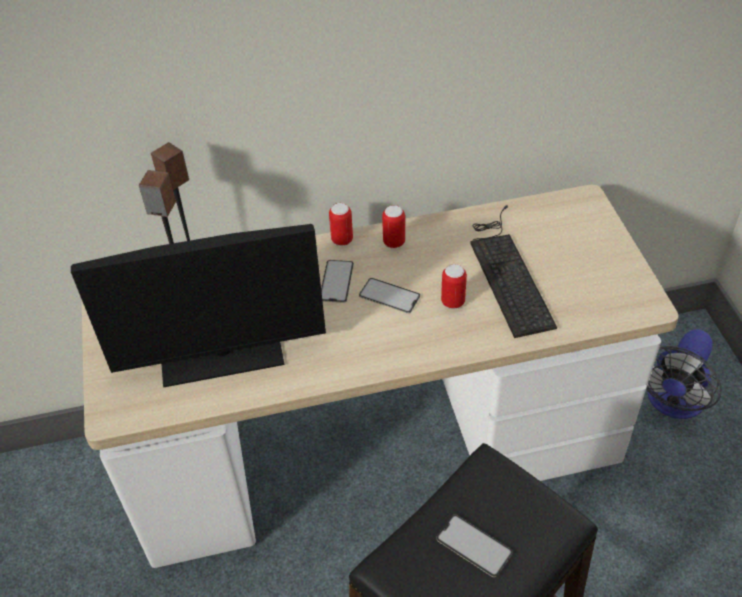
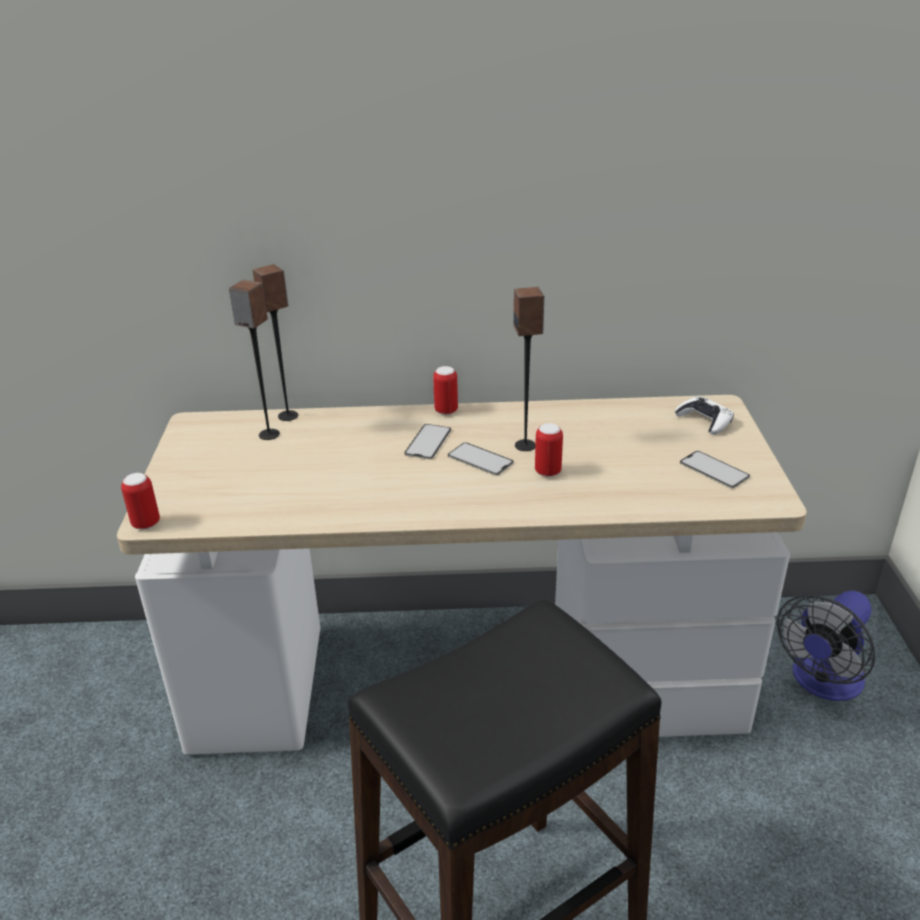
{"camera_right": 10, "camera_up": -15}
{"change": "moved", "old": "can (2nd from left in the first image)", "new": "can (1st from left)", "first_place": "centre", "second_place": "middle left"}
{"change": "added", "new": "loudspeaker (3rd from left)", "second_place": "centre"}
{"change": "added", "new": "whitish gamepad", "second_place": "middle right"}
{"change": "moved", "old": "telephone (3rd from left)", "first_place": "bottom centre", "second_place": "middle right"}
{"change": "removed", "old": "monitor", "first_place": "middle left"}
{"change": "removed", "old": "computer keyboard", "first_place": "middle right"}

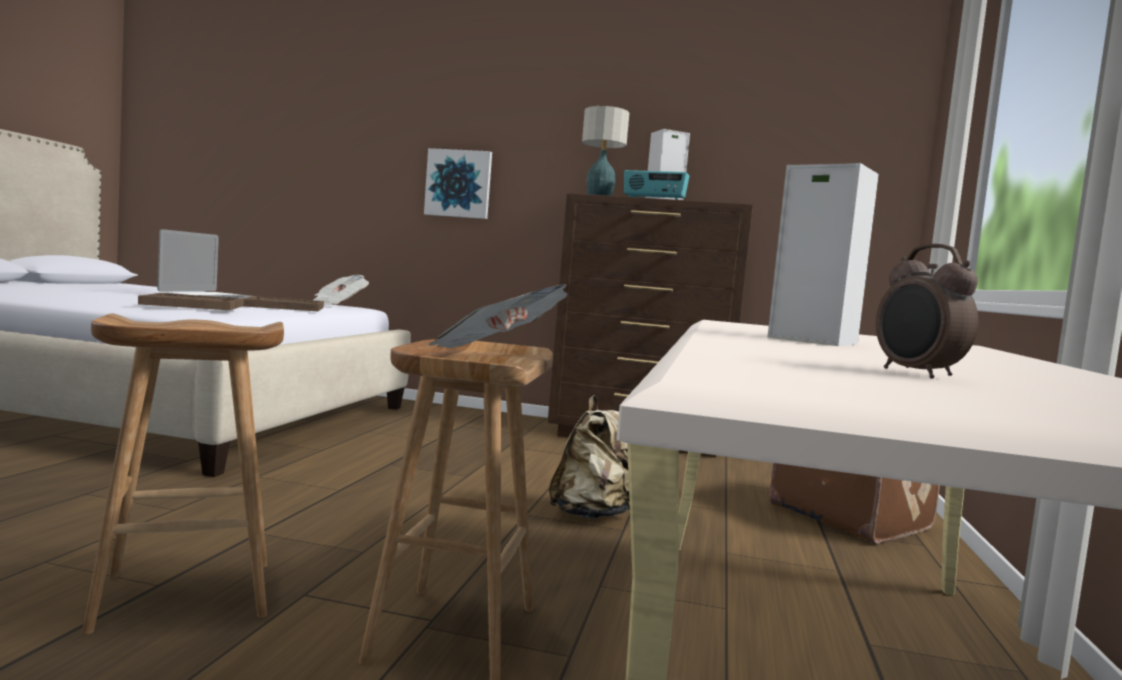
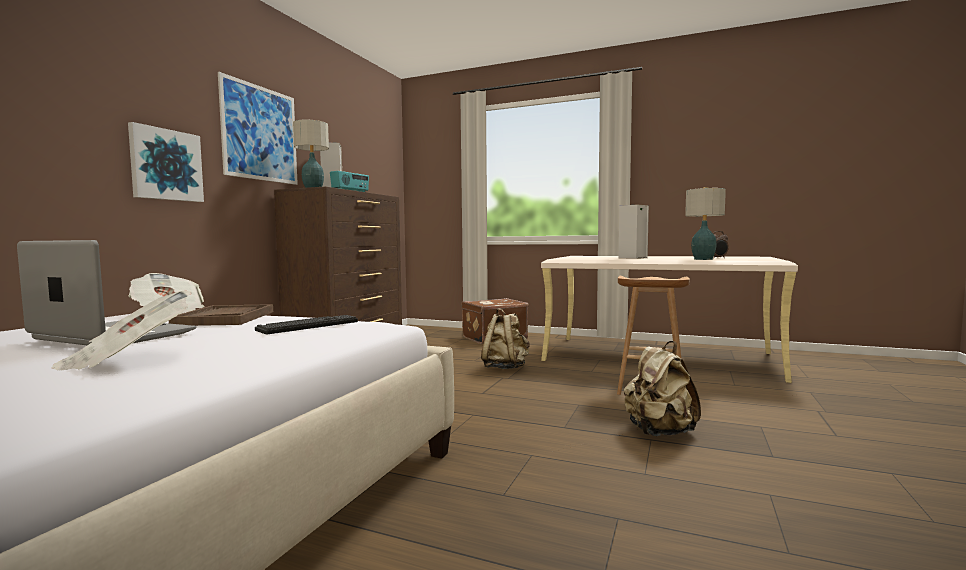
{"camera_right": -80, "camera_up": 0}
{"change": "moved", "old": "newspaper (2nd from left in the first image)", "new": "newspaper (1st from left)", "first_place": "centre", "second_place": "middle left"}
{"change": "added", "new": "wall picture (2nd from left)", "second_place": "top left"}
{"change": "replaced", "old": "brown-coloured serving tray (1st from left)", "new": "computer keyboard", "first_place": "middle left", "second_place": "middle left"}
{"change": "replaced", "old": "brown-coloured sitting stool (1st from left)", "new": "beige-coloured backpack (2nd from left)", "first_place": "bottom left", "second_place": "bottom right"}
{"change": "added", "new": "tabletop lamp (2nd from left)", "second_place": "middle right"}

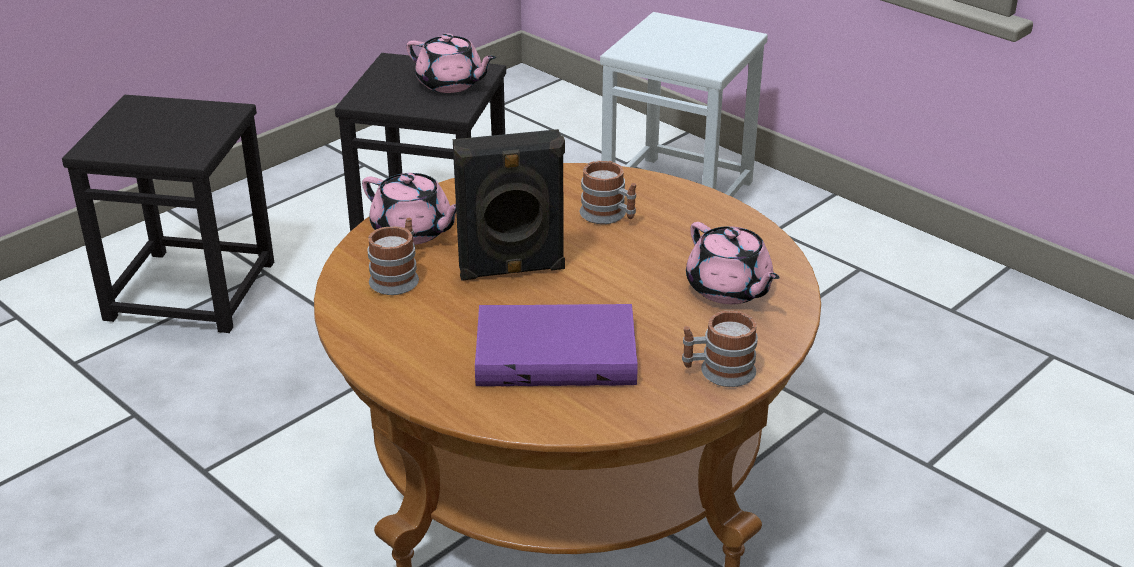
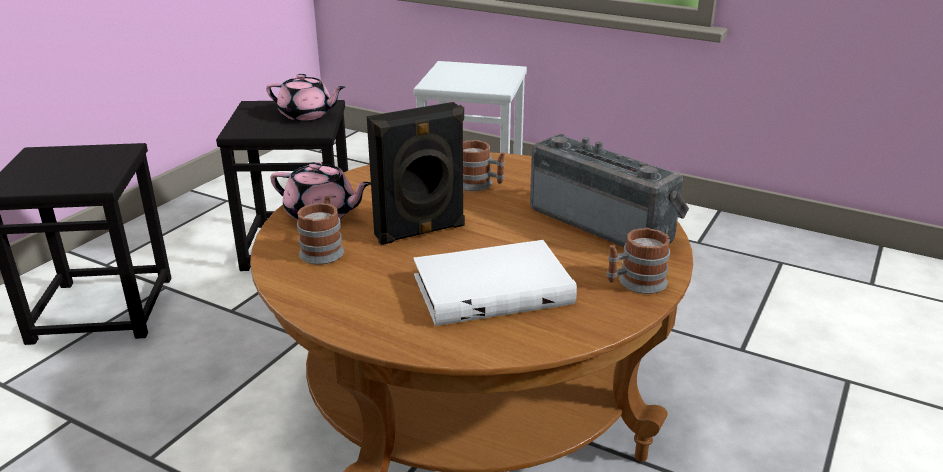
{"camera_right": -15, "camera_up": -5}
{"change": "recoloured", "old": "purple volume", "new": "whitish volume", "first_place": "centre", "second_place": "centre"}
{"change": "replaced", "old": "pinkish teapot (3rd from left)", "new": "radio", "first_place": "centre", "second_place": "centre"}

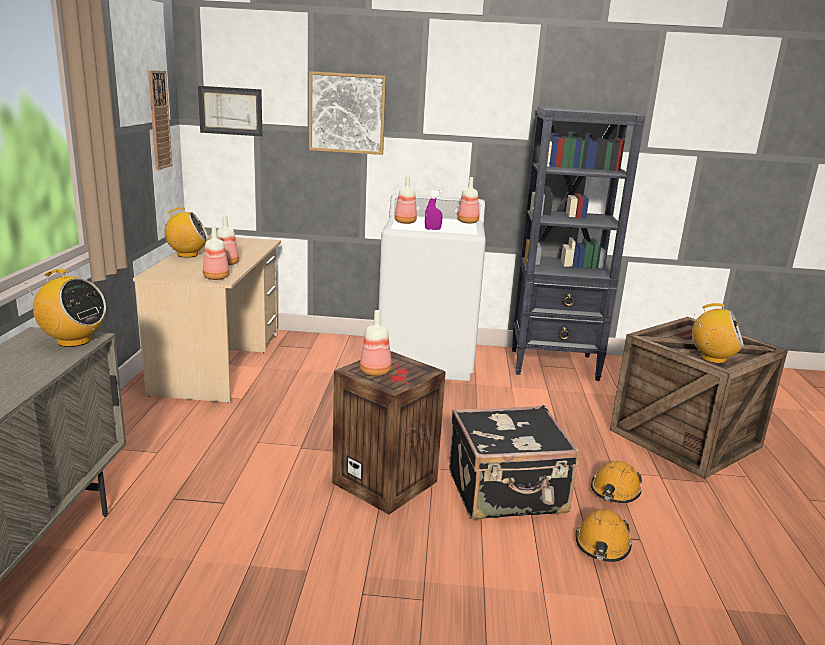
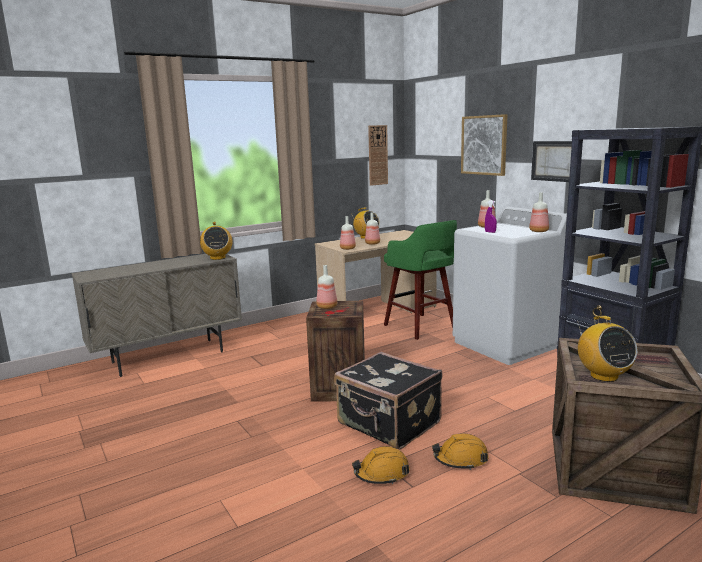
{"camera_right": 55, "camera_up": -5}
{"change": "added", "new": "greenish sitting stool", "second_place": "centre"}
{"change": "moved", "old": "wall picture (1st from left in the first image)", "new": "wall picture (2nd from left)", "first_place": "top left", "second_place": "top right"}

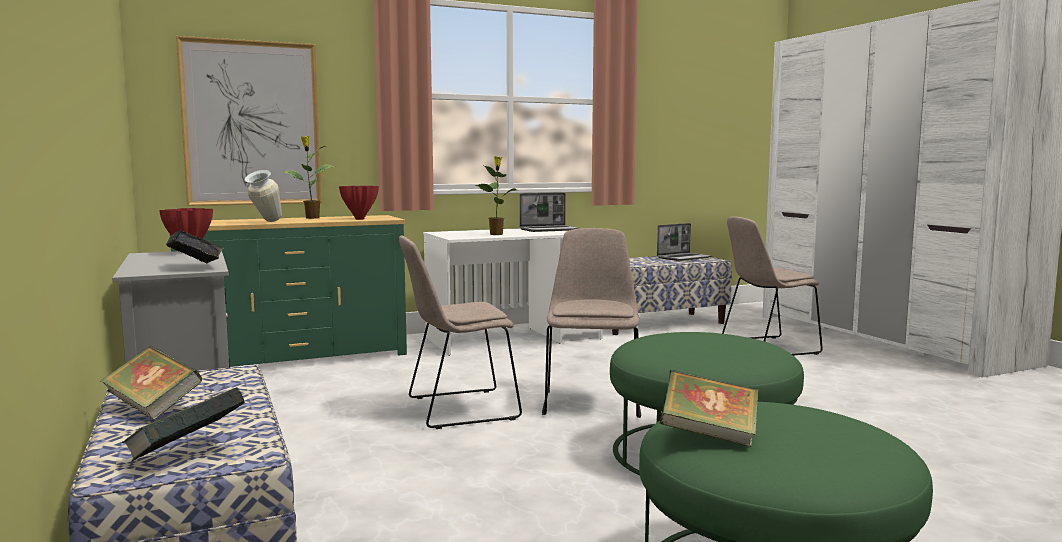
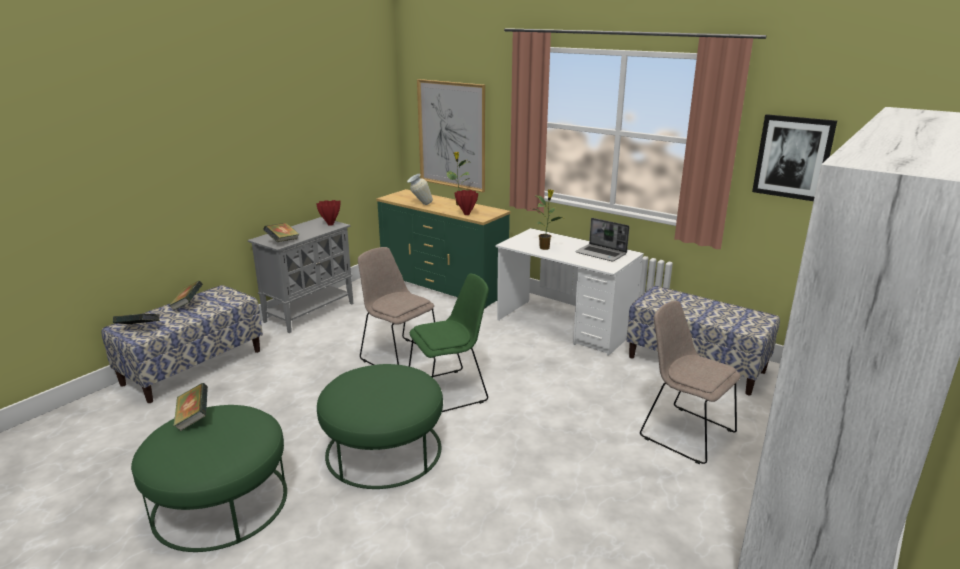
{"camera_right": 60, "camera_up": 15}
{"change": "recoloured", "old": "beige-coloured plain chair (2nd from left)", "new": "greenish plain chair", "first_place": "centre", "second_place": "centre"}
{"change": "added", "new": "wall picture (2nd from left)", "second_place": "top right"}
{"change": "removed", "old": "portable computer (2nd from left)", "first_place": "centre"}

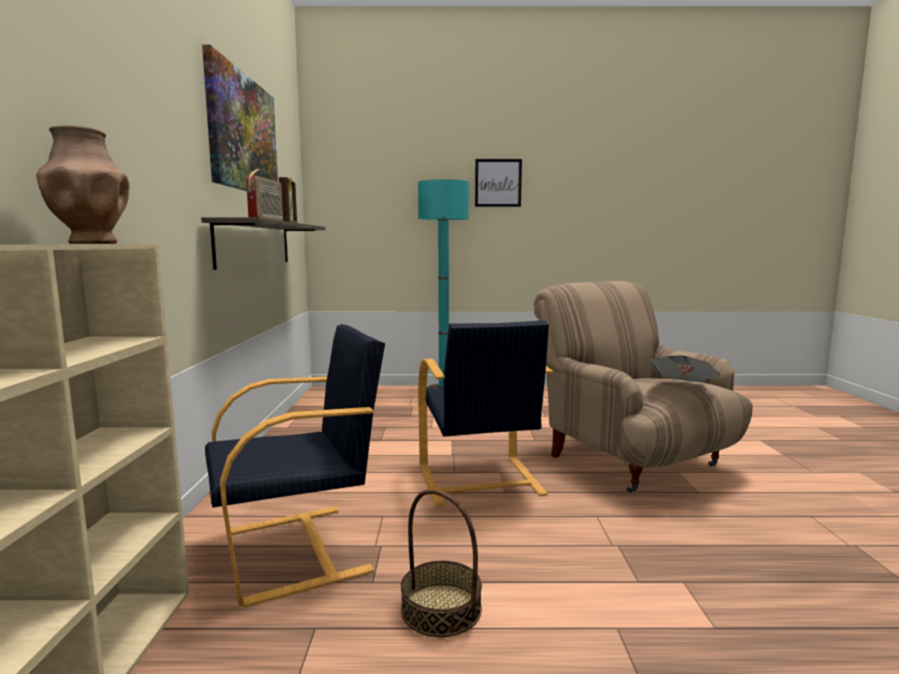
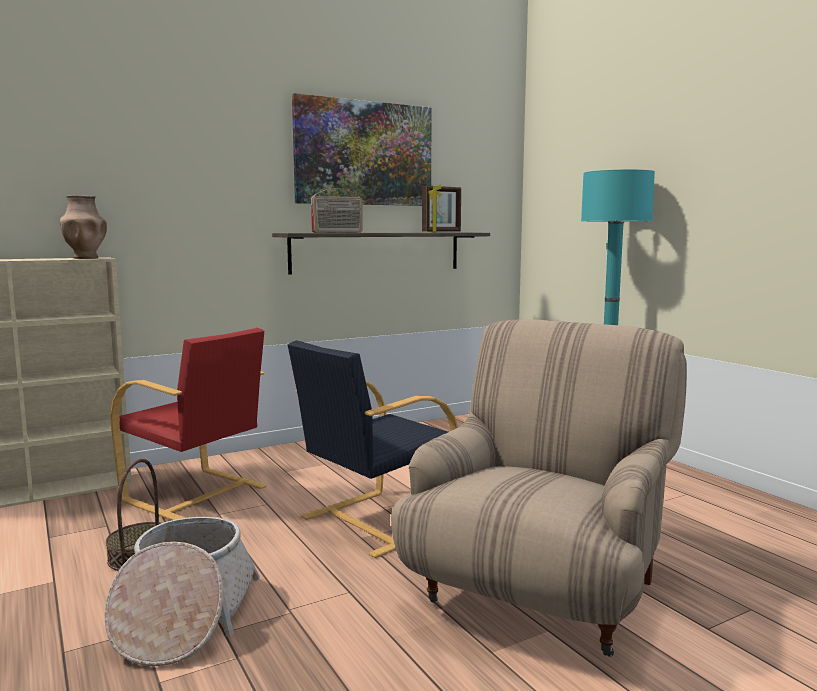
{"camera_right": 60, "camera_up": 0}
{"change": "added", "new": "household basket (2nd from left)", "second_place": "bottom left"}
{"change": "recoloured", "old": "blackish easy chair (1st from left)", "new": "reddish easy chair", "first_place": "bottom left", "second_place": "middle left"}
{"change": "removed", "old": "wall picture (2nd from left)", "first_place": "top centre"}
{"change": "removed", "old": "newspaper", "first_place": "middle right"}

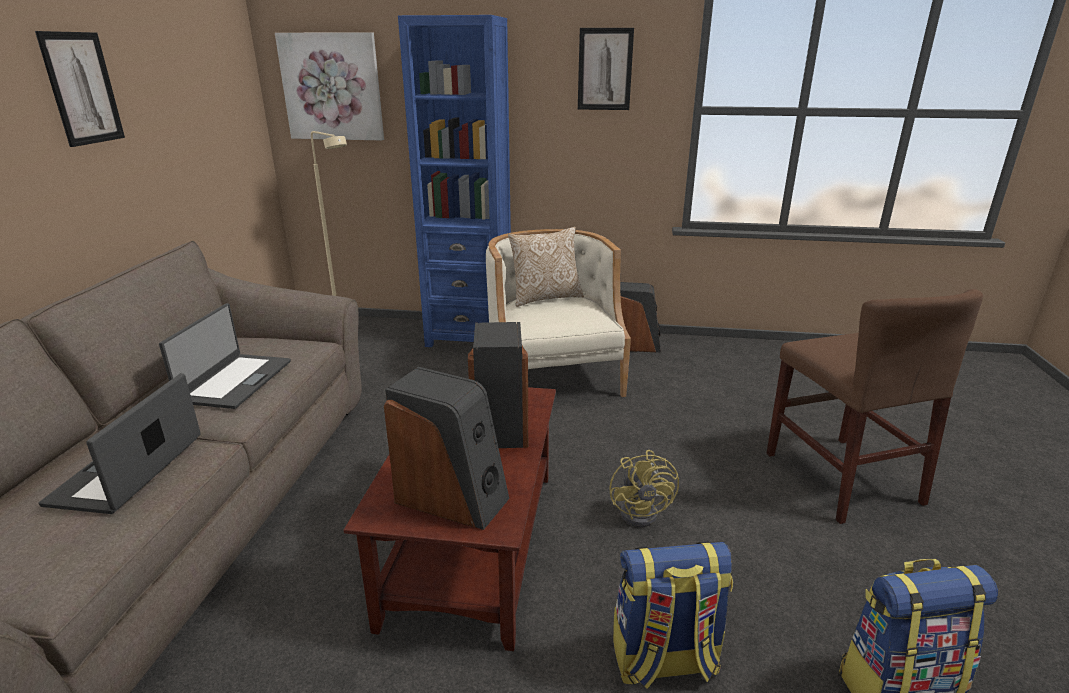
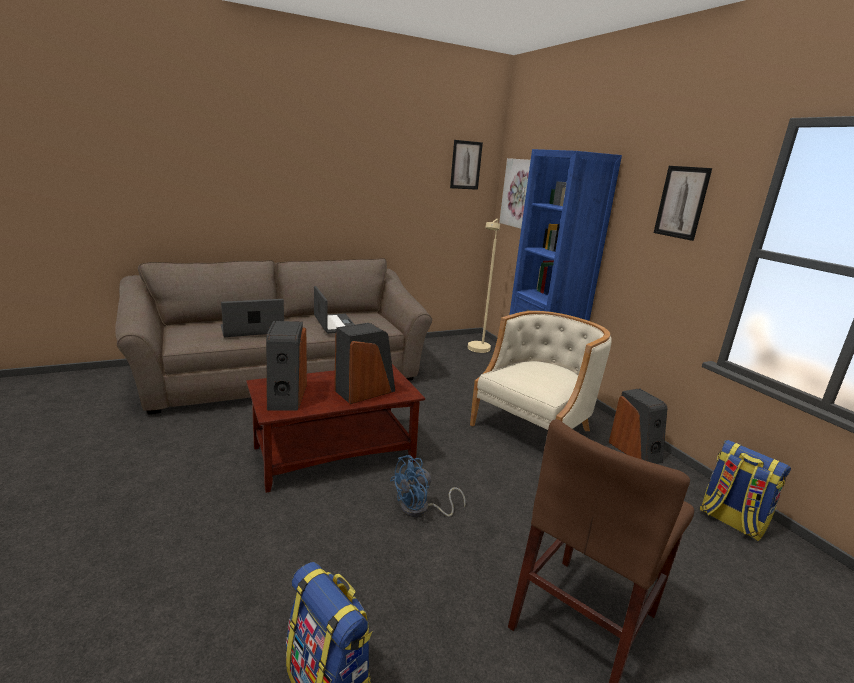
{"camera_right": 55, "camera_up": -5}
{"change": "turned", "old": "portable computer (2nd from left)", "first_place": "middle left", "second_place": "centre", "degrees": -90}
{"change": "recoloured", "old": "yellow-coloured electric fan", "new": "bluish electric fan", "first_place": "bottom centre", "second_place": "bottom centre"}
{"change": "moved", "old": "wall picture (1st from left)", "first_place": "top left", "second_place": "top centre"}
{"change": "moved", "old": "backpack (1st from left in the first image)", "new": "backpack (2nd from left)", "first_place": "bottom centre", "second_place": "bottom right"}
{"change": "removed", "old": "cushion", "first_place": "centre"}

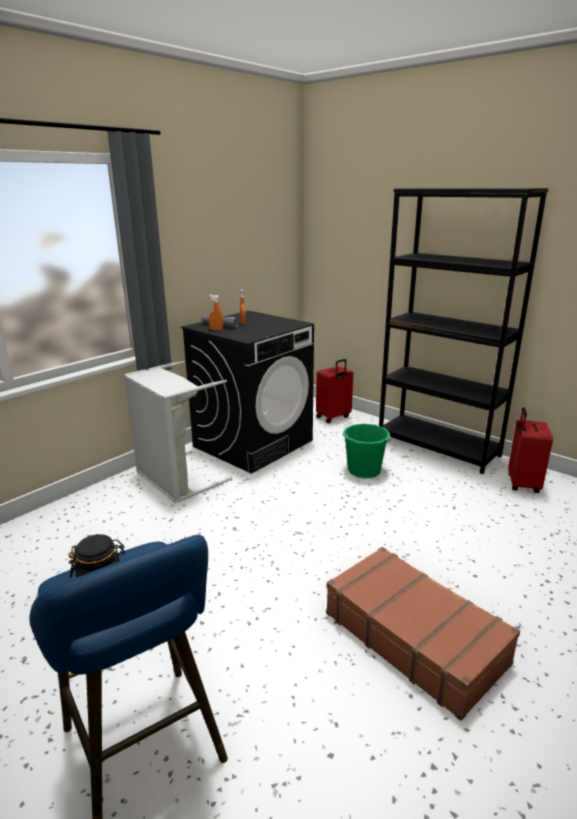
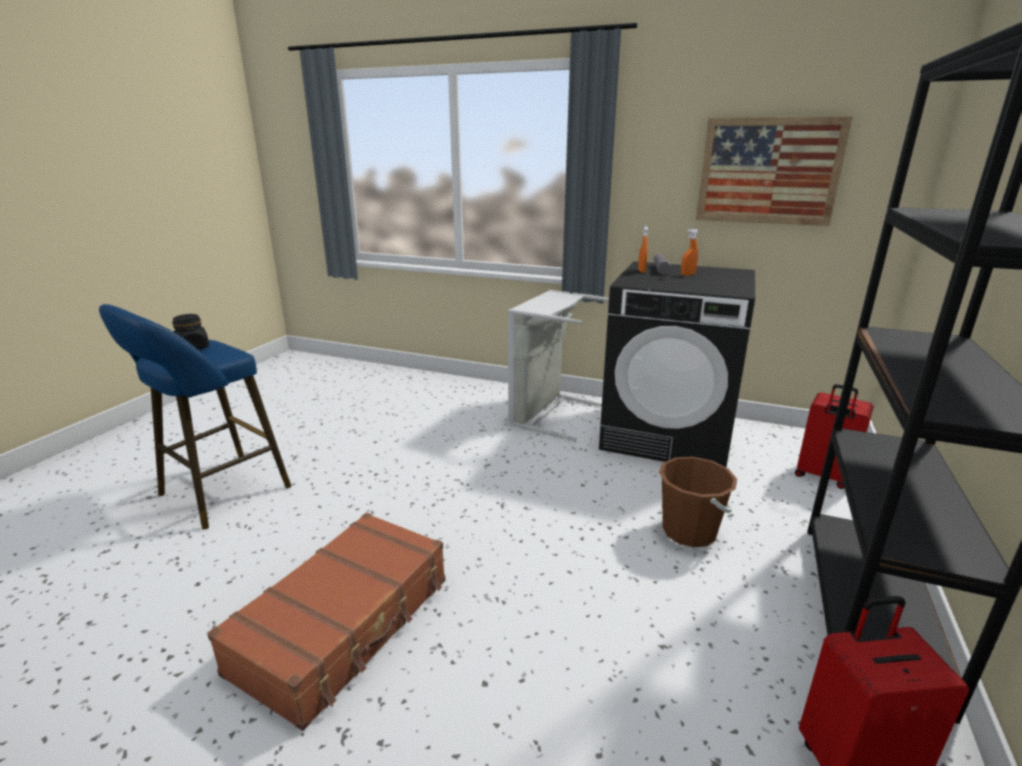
{"camera_right": 70, "camera_up": 0}
{"change": "recoloured", "old": "greenish water bucket", "new": "brown-coloured water bucket", "first_place": "centre", "second_place": "middle right"}
{"change": "added", "new": "wall picture", "second_place": "top right"}

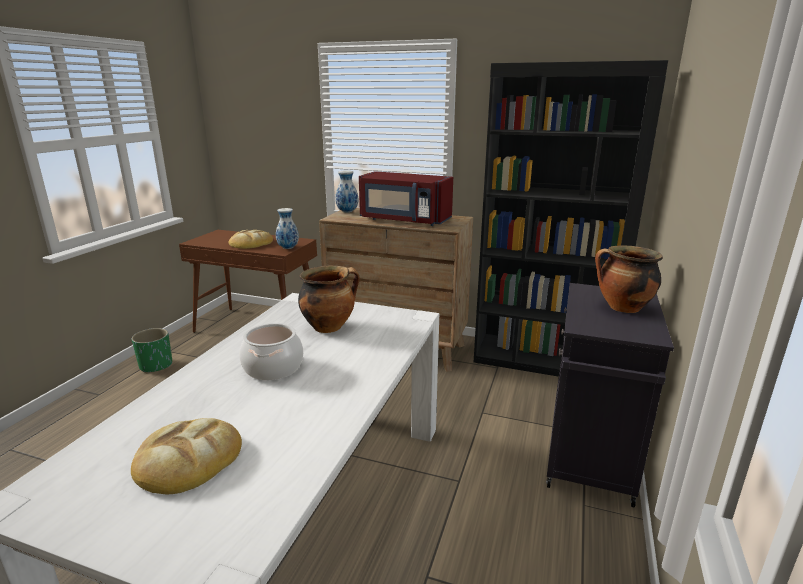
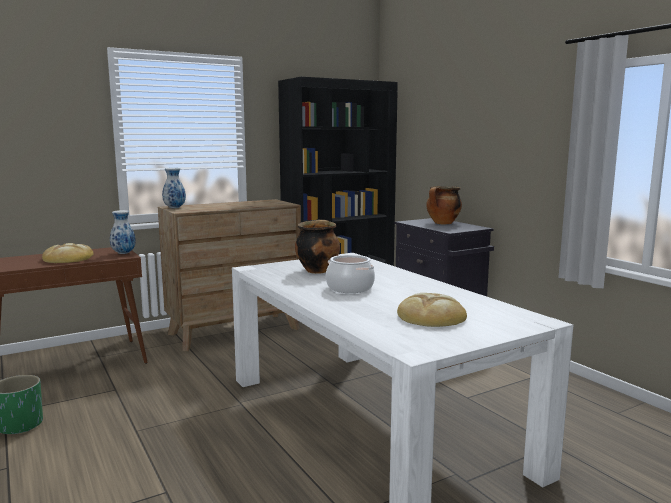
{"camera_right": -50, "camera_up": -10}
{"change": "removed", "old": "reddish kitchen microwave", "first_place": "centre"}

